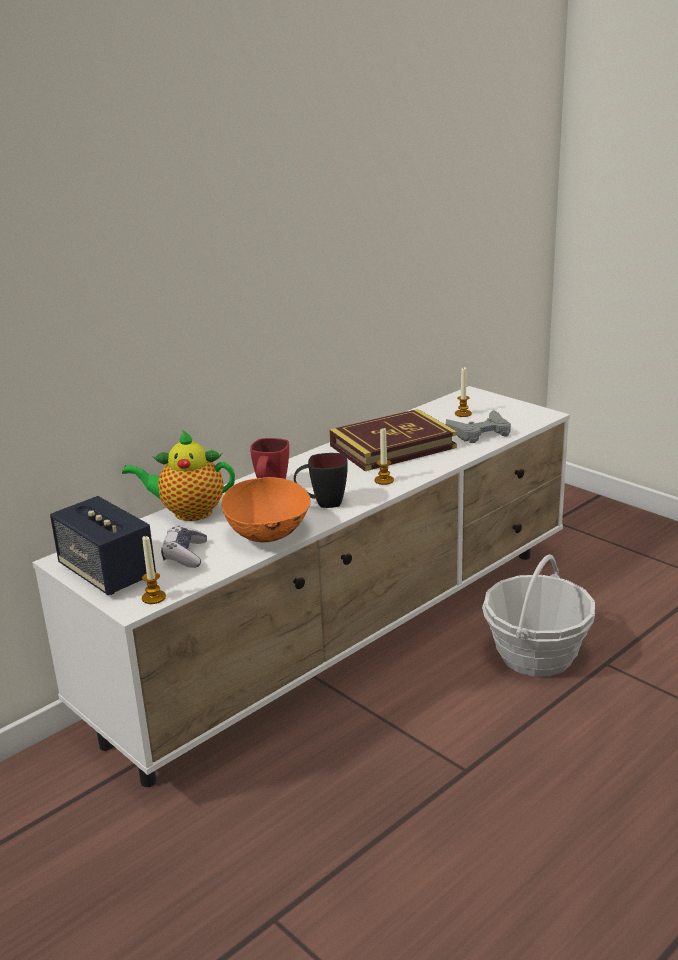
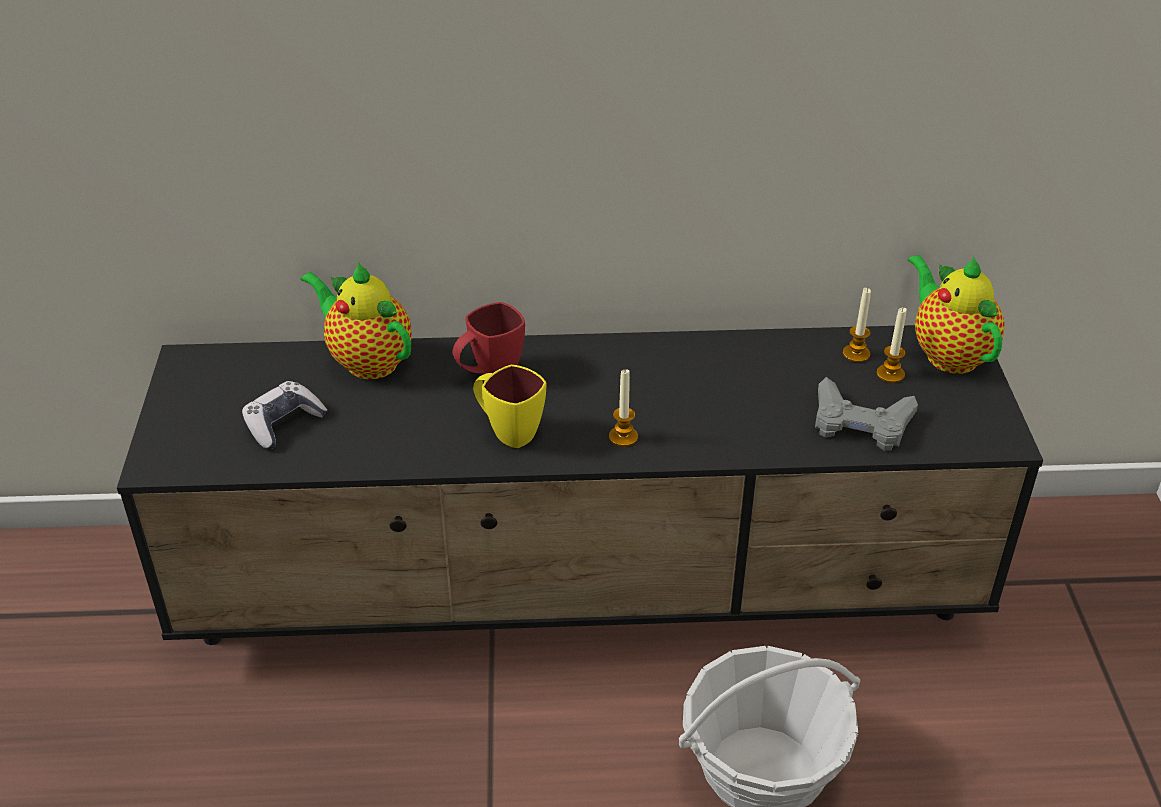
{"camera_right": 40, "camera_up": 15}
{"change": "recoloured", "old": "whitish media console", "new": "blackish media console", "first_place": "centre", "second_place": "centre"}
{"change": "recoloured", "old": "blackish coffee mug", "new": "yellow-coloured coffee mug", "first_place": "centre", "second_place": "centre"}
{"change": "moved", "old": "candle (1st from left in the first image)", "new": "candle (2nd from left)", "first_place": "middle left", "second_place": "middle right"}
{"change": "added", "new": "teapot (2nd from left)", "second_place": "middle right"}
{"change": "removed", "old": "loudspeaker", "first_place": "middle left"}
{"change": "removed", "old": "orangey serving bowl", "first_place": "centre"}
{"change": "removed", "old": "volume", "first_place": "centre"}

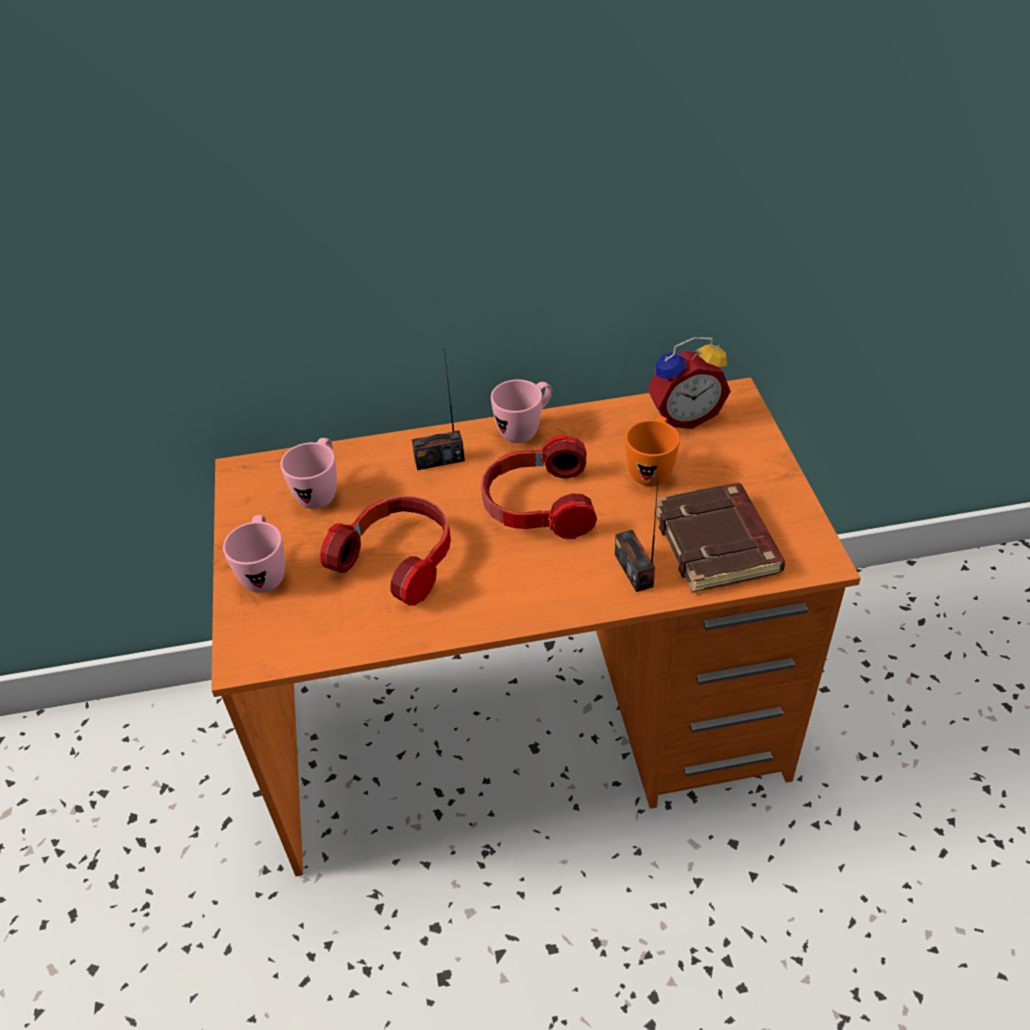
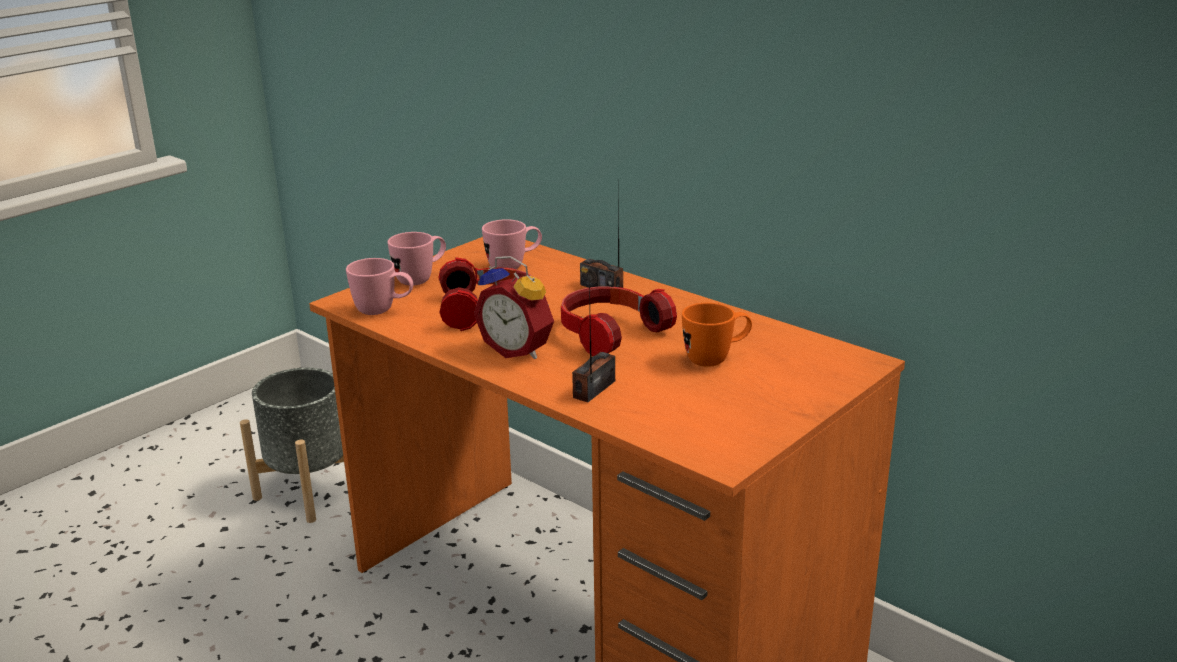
{"camera_right": 50, "camera_up": -20}
{"change": "added", "new": "gray plant pot", "second_place": "bottom left"}
{"change": "moved", "old": "pinkish coffee mug (3rd from left in the first image)", "new": "pinkish coffee mug (1st from left)", "first_place": "centre", "second_place": "middle left"}
{"change": "moved", "old": "table clock", "first_place": "middle right", "second_place": "centre"}
{"change": "removed", "old": "brown-coloured volume", "first_place": "middle right"}

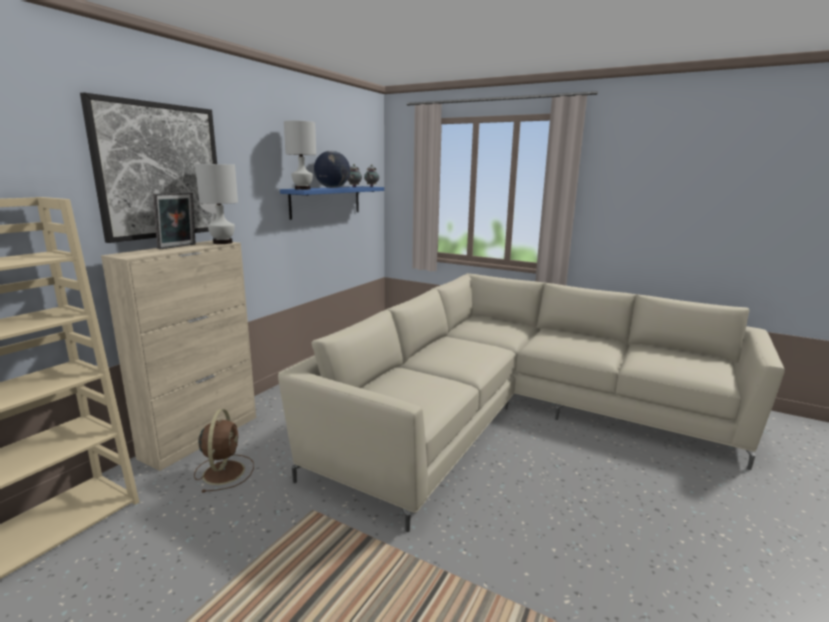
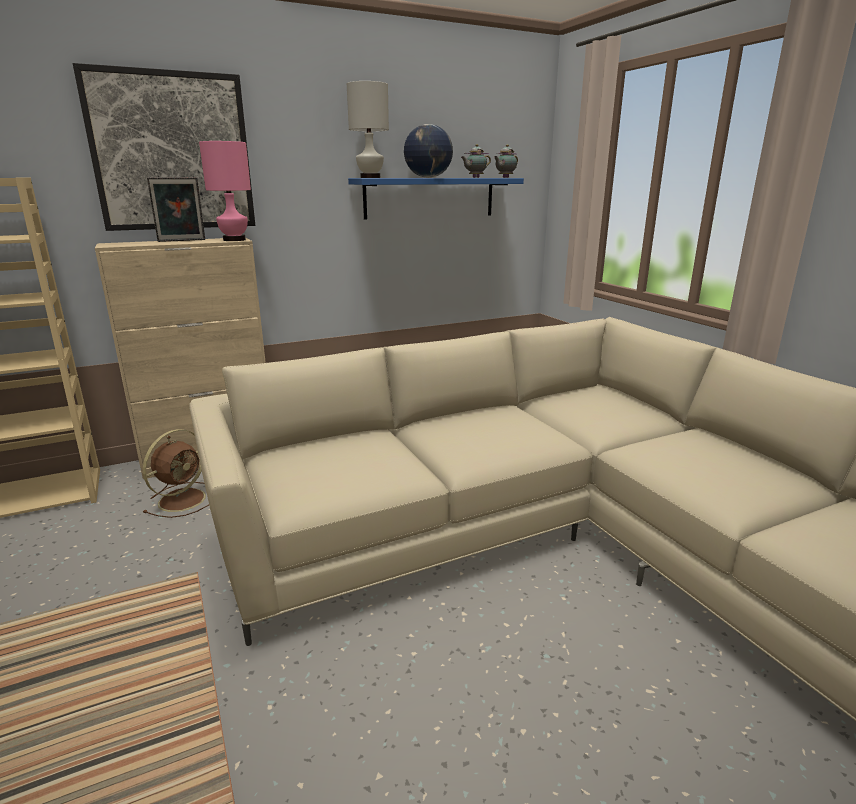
{"camera_right": 35, "camera_up": 5}
{"change": "recoloured", "old": "whitish tabletop lamp (1st from left)", "new": "pinkish tabletop lamp", "first_place": "top left", "second_place": "top left"}

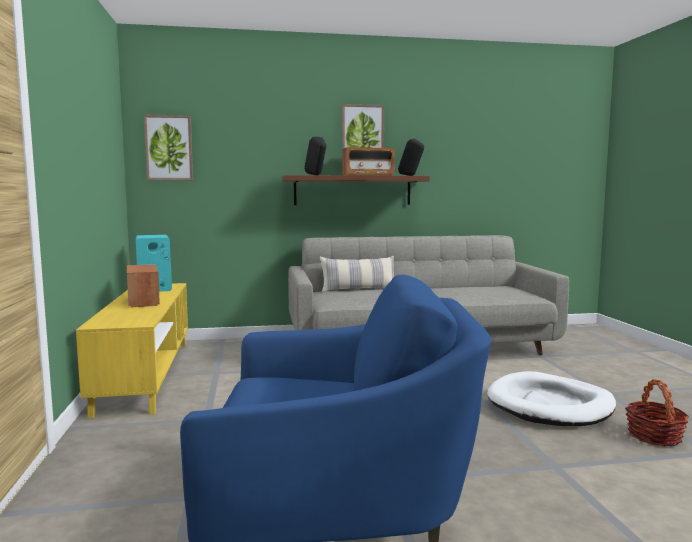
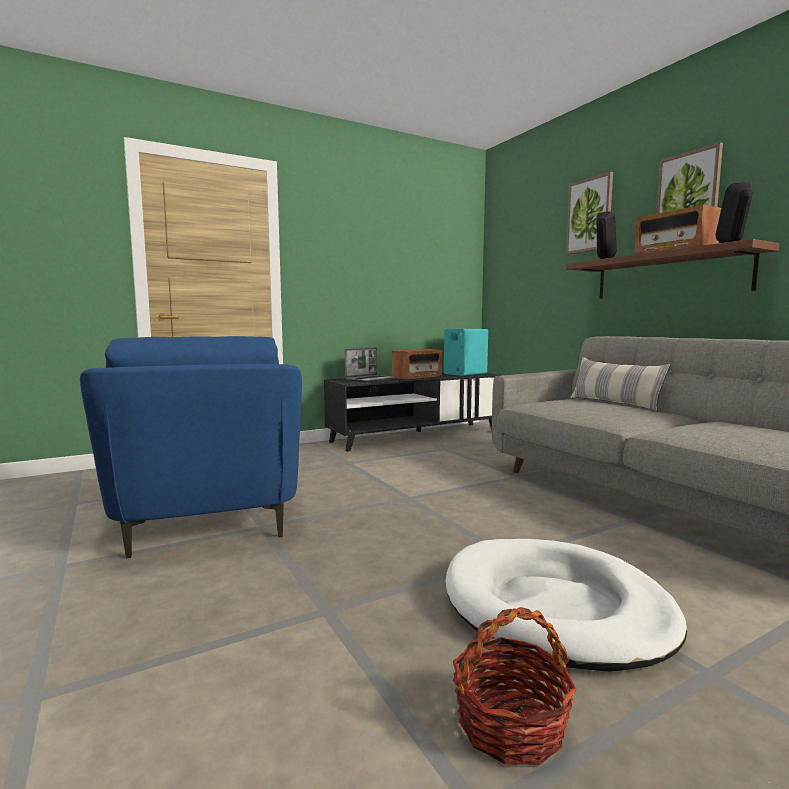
{"camera_right": 70, "camera_up": 0}
{"change": "recoloured", "old": "yellow-coloured media console", "new": "blackish media console", "first_place": "middle left", "second_place": "centre"}
{"change": "added", "new": "portable computer", "second_place": "centre"}
{"change": "moved", "old": "wall picture (1st from left)", "first_place": "top left", "second_place": "top right"}

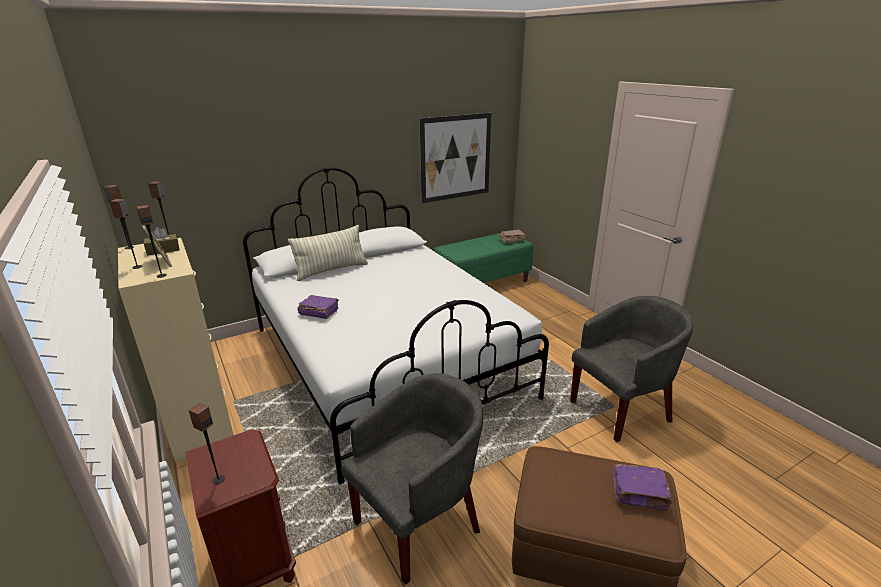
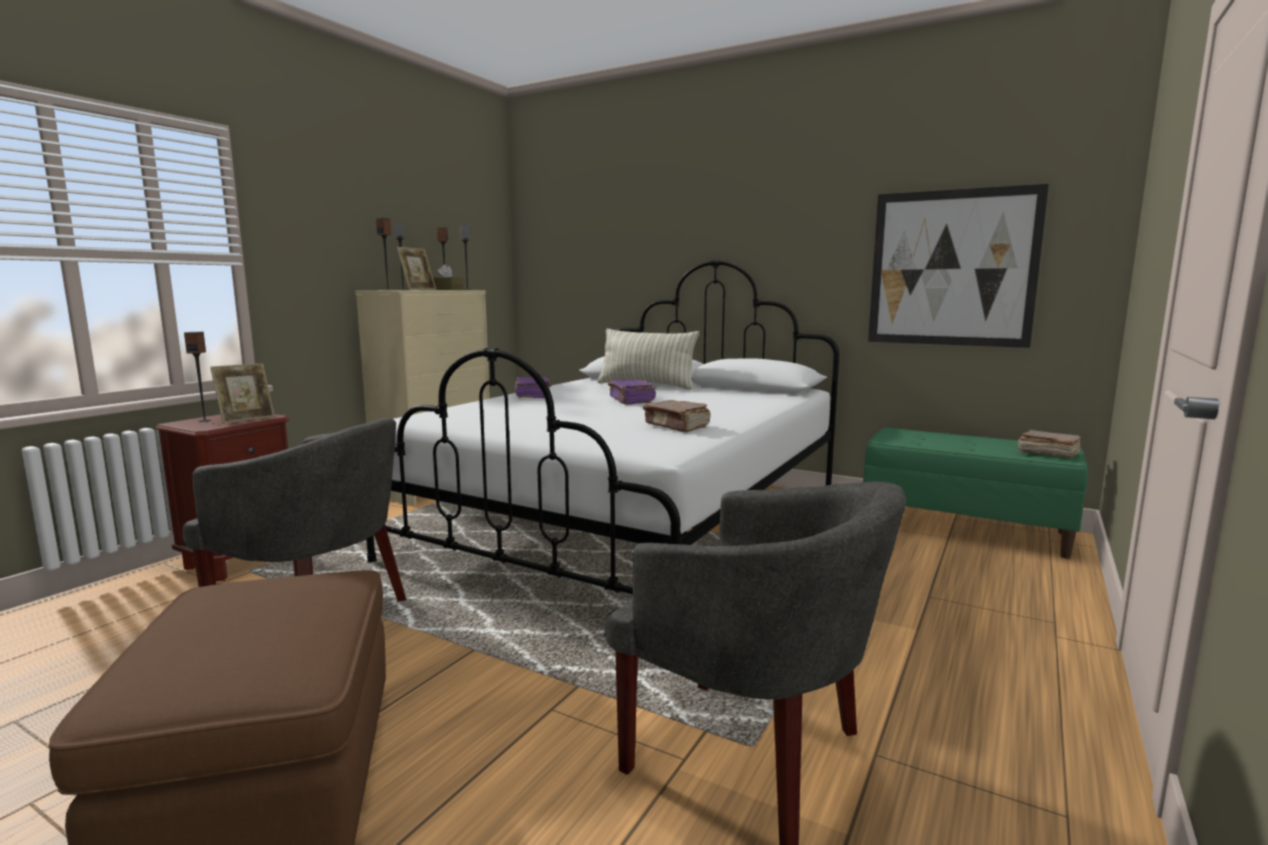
{"camera_right": 60, "camera_up": -15}
{"change": "added", "new": "photo frame (1st from left)", "second_place": "middle left"}
{"change": "moved", "old": "purple volume (2nd from left)", "first_place": "bottom right", "second_place": "centre"}
{"change": "added", "new": "brown-coloured volume (1st from left)", "second_place": "centre"}

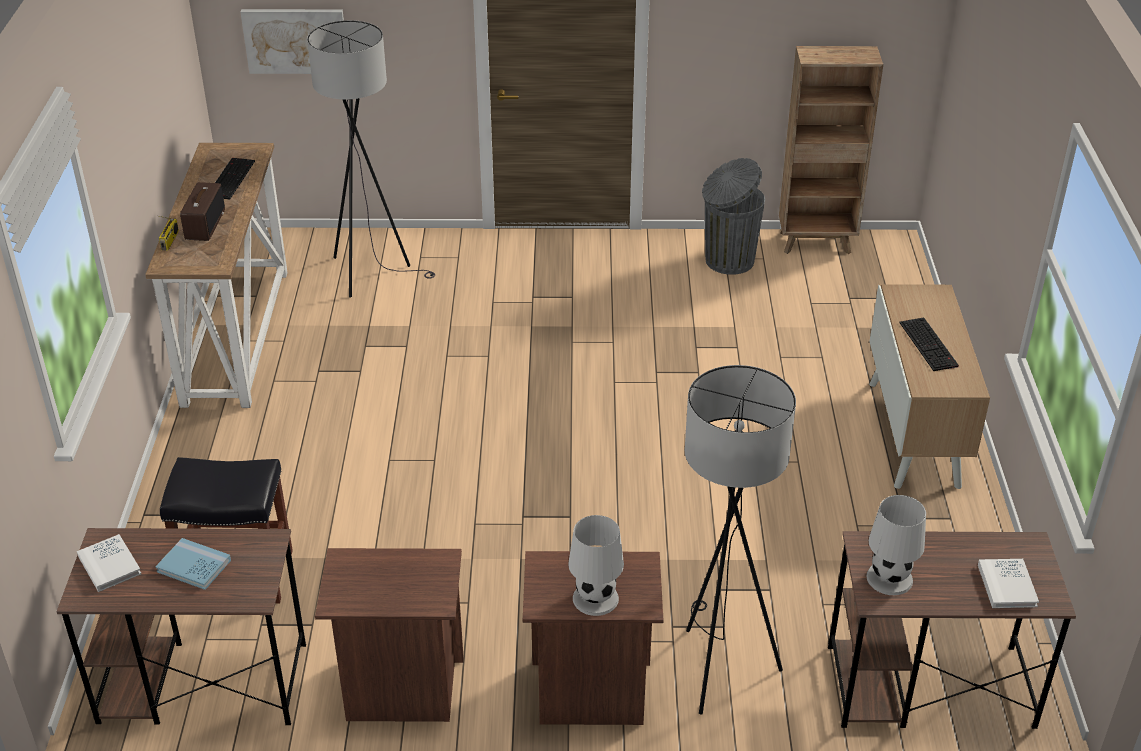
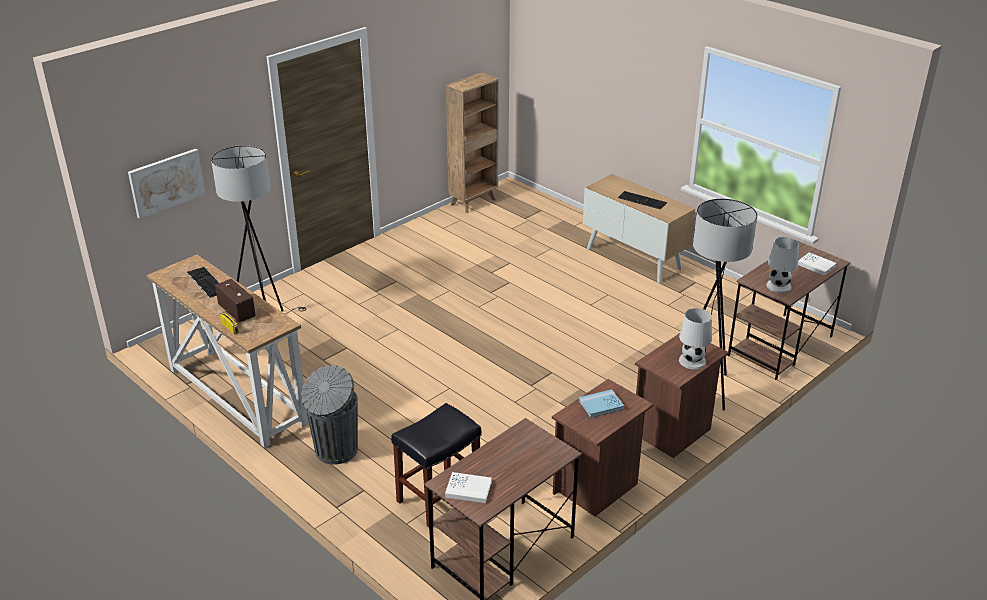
{"camera_right": -45, "camera_up": -5}
{"change": "moved", "old": "gray trash can", "first_place": "top centre", "second_place": "bottom centre"}
{"change": "moved", "old": "bluish volume", "first_place": "bottom left", "second_place": "bottom centre"}

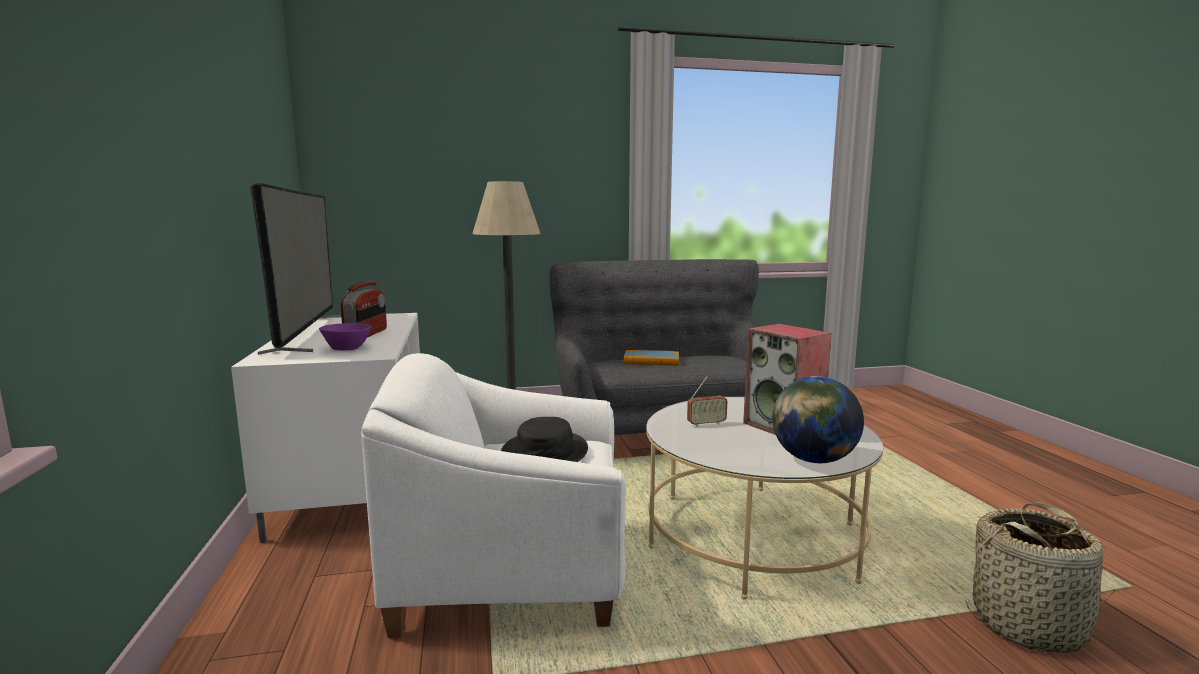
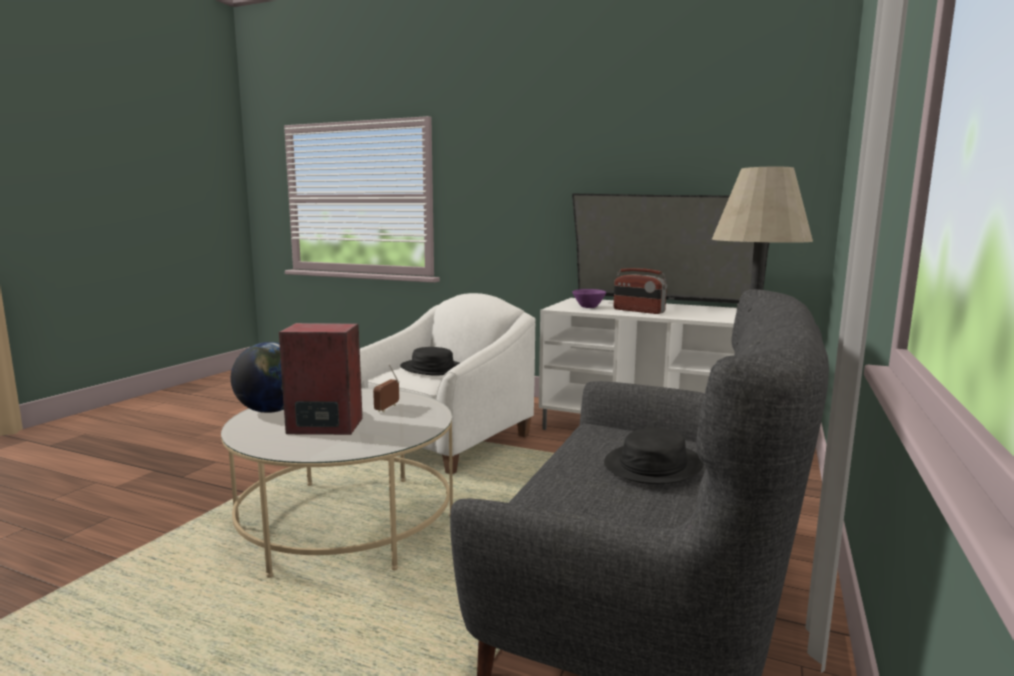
{"camera_right": 125, "camera_up": 0}
{"change": "replaced", "old": "volume", "new": "blackish wearable hat (2nd from left)", "first_place": "centre", "second_place": "bottom centre"}
{"change": "removed", "old": "household basket", "first_place": "bottom right"}

